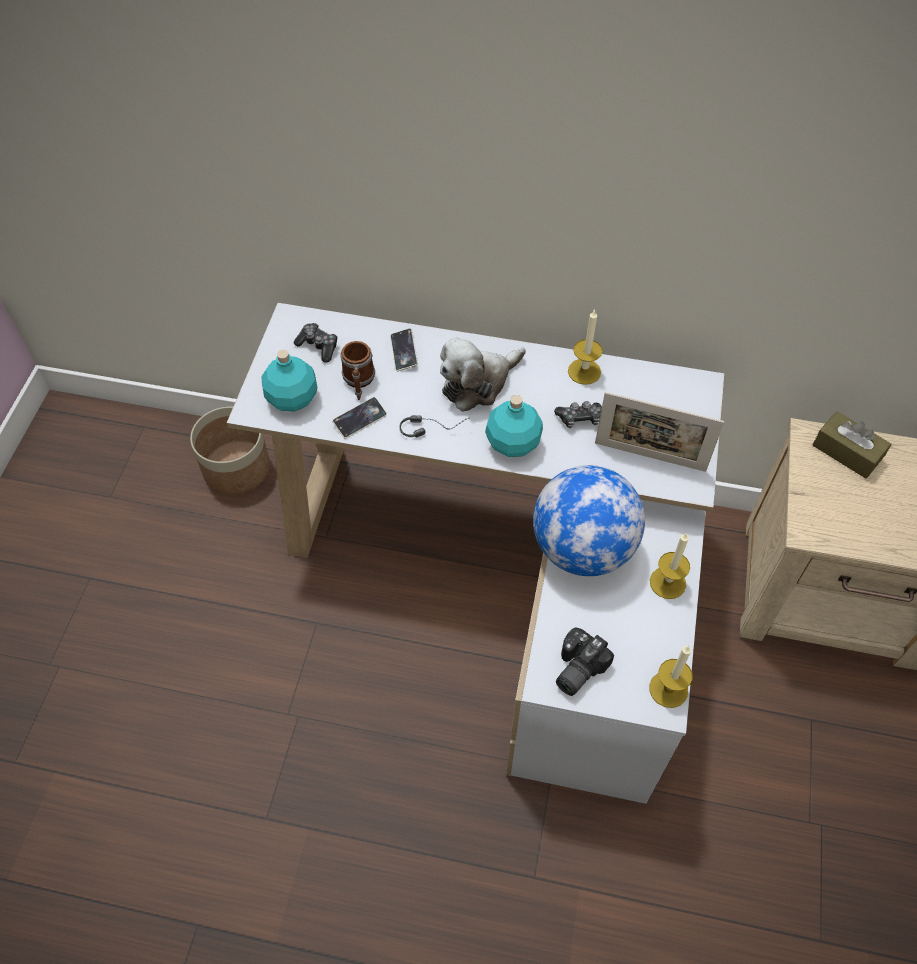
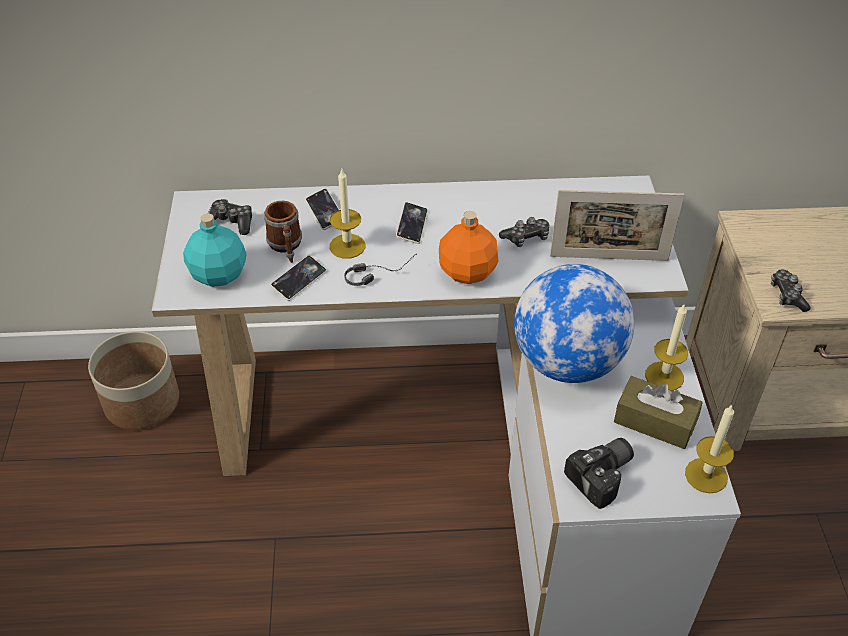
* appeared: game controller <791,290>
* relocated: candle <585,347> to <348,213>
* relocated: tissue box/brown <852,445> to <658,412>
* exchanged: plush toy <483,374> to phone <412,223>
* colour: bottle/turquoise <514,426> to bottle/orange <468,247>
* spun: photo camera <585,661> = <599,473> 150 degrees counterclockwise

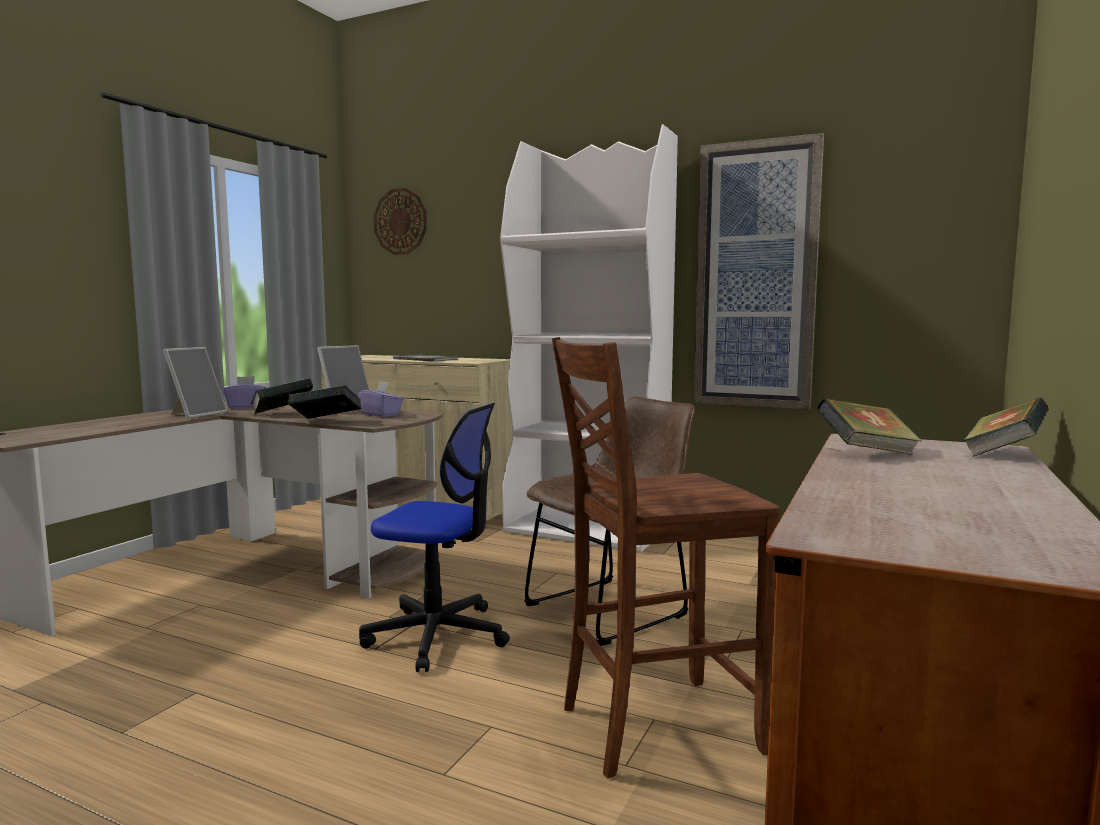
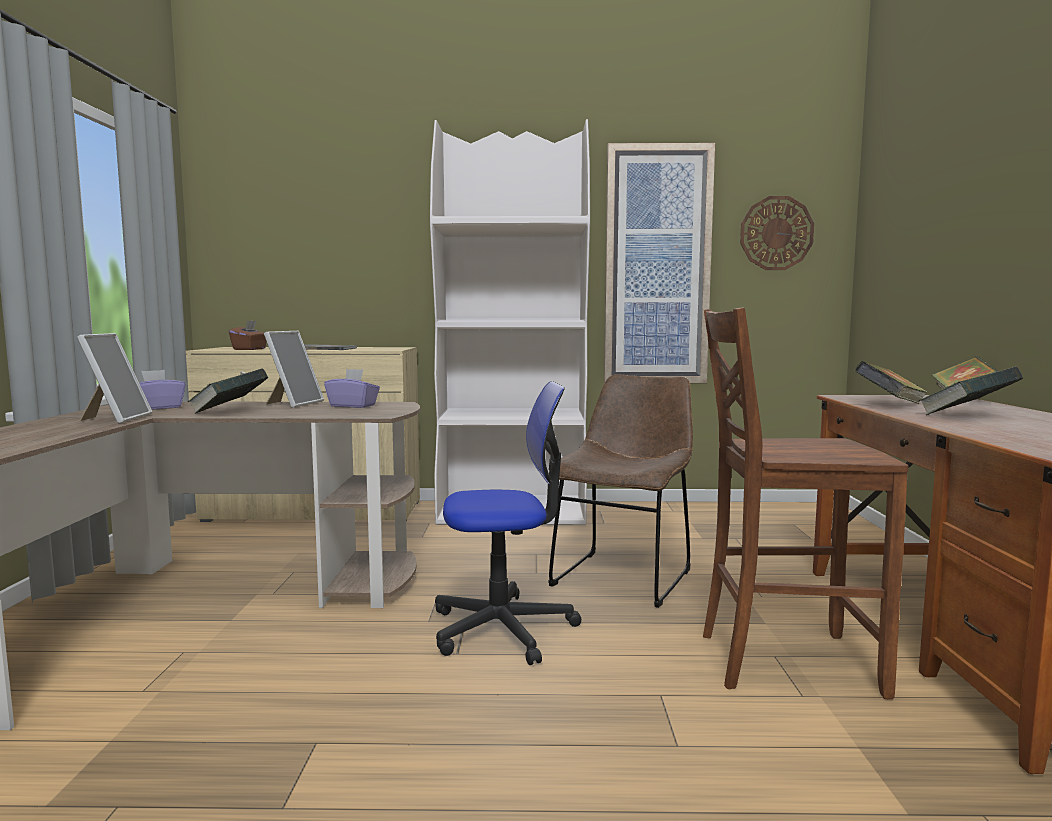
* appeared: tissue box/brown <248,335>
* relocated: book <324,402> to <970,391>
* relocated: wall clock <400,221> to <777,233>
* spun: chair/brown <666,558> = <805,503> 45 degrees clockwise

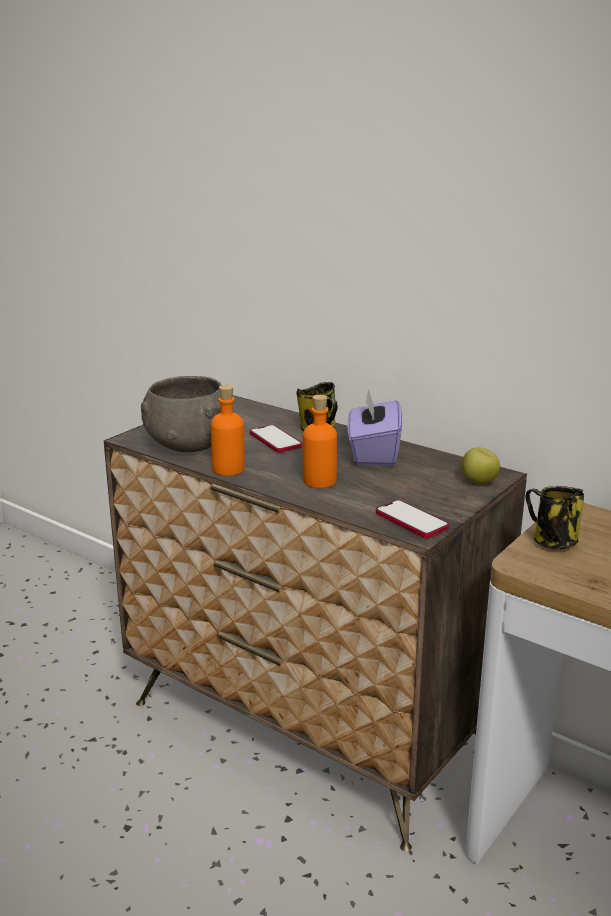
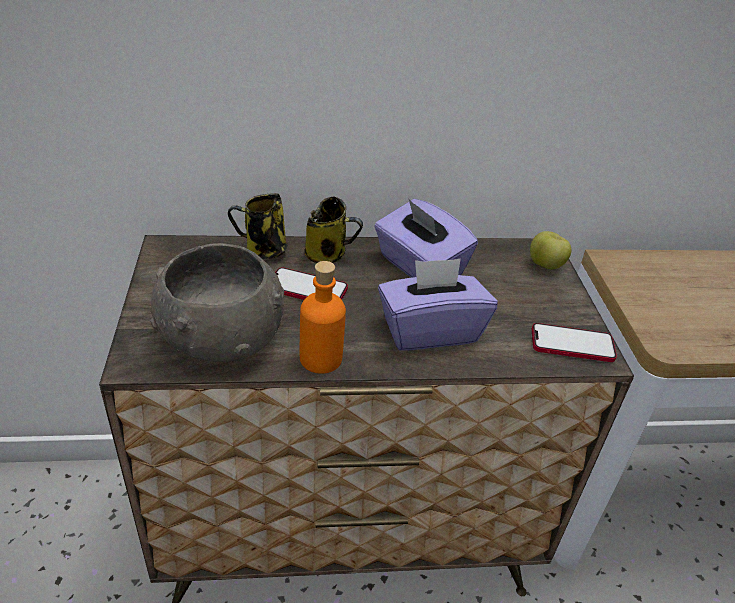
* relocated: mug <554,517> to <258,226>
* exchanged: bottle/orange <320,441> to tissue box/purple <438,305>

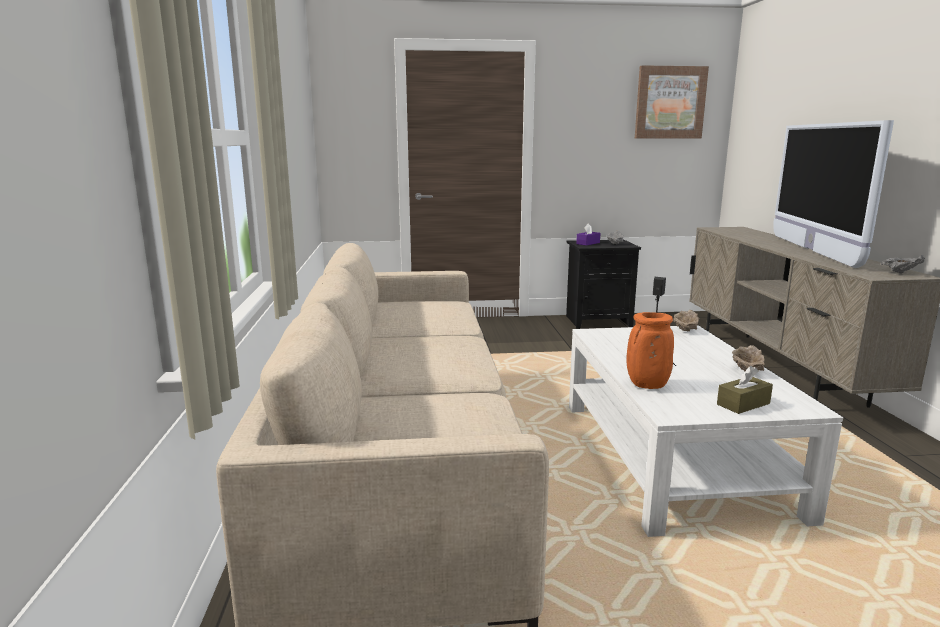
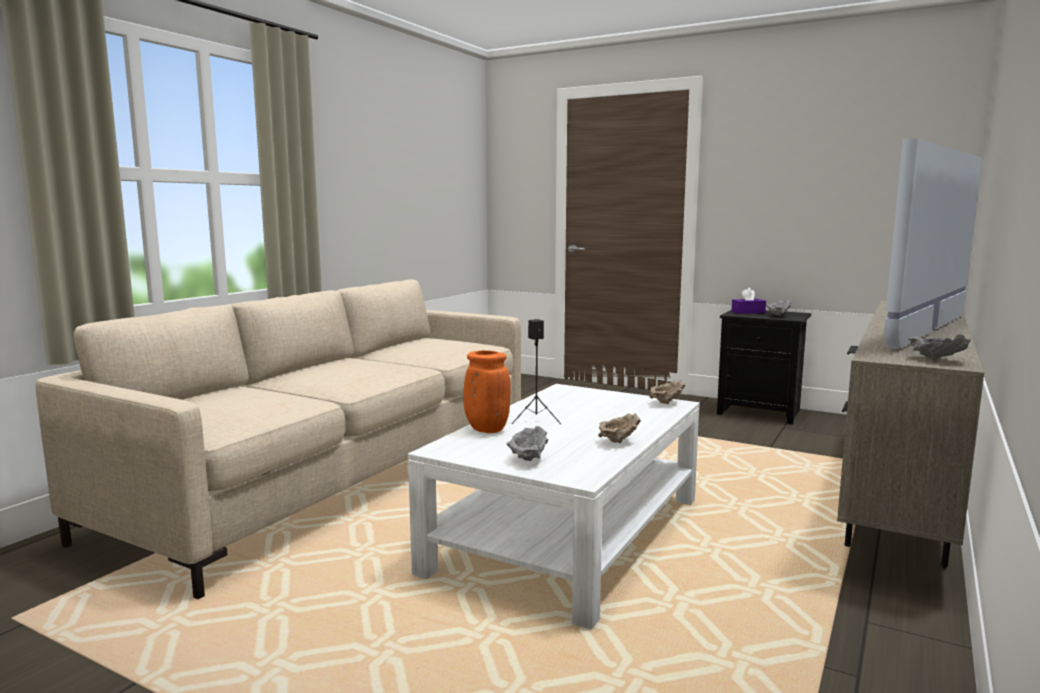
* missing: picture <672,102>
* exchanged: tissue box/brown <745,390> to bowl/grey <527,443>

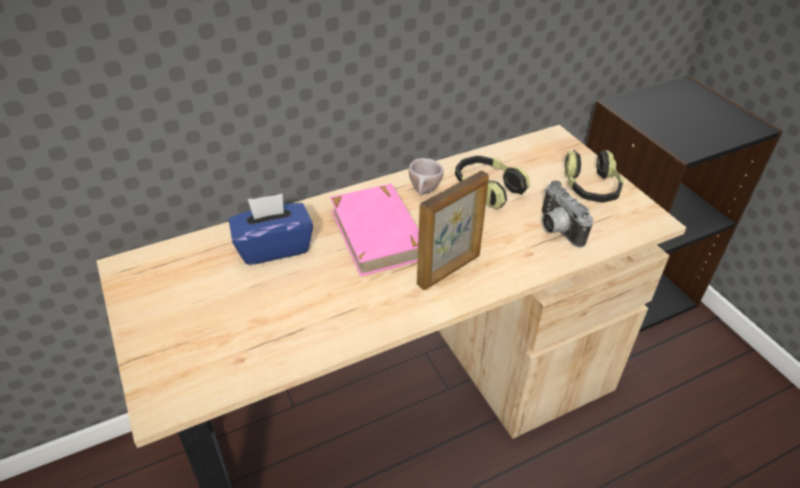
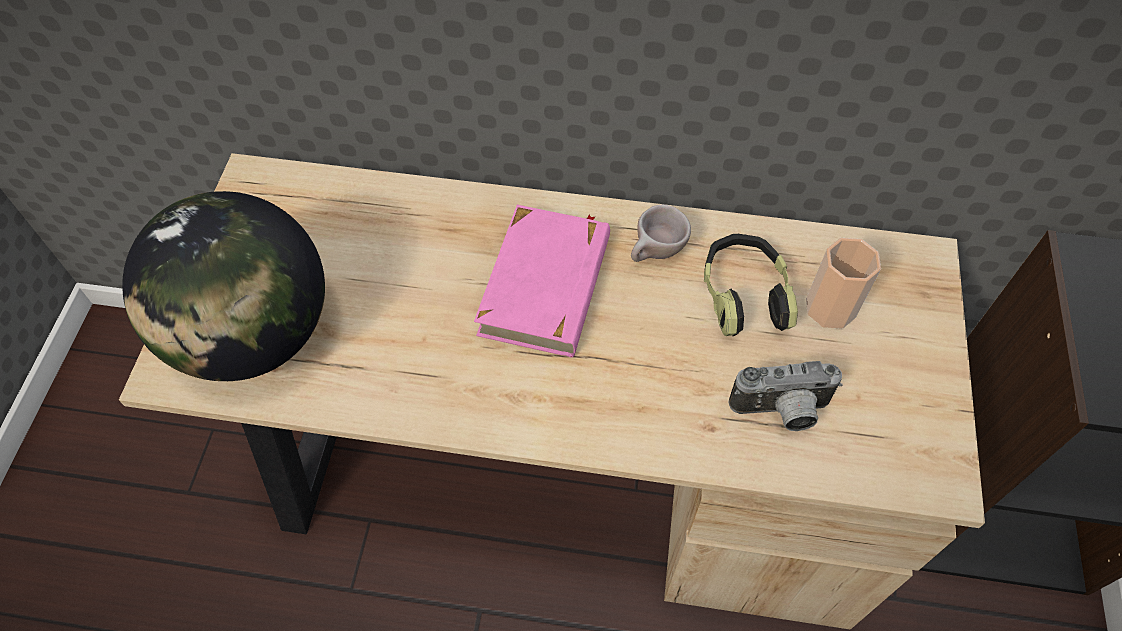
* missing: tissue box/blue <271,229>
* missing: picture frame <453,230>
* missing: headphones <593,176>
* appeared: globe <223,286>
* appeared: cup <843,283>
* spun: photo camera <567,213> = <785,396> 105 degrees counterclockwise

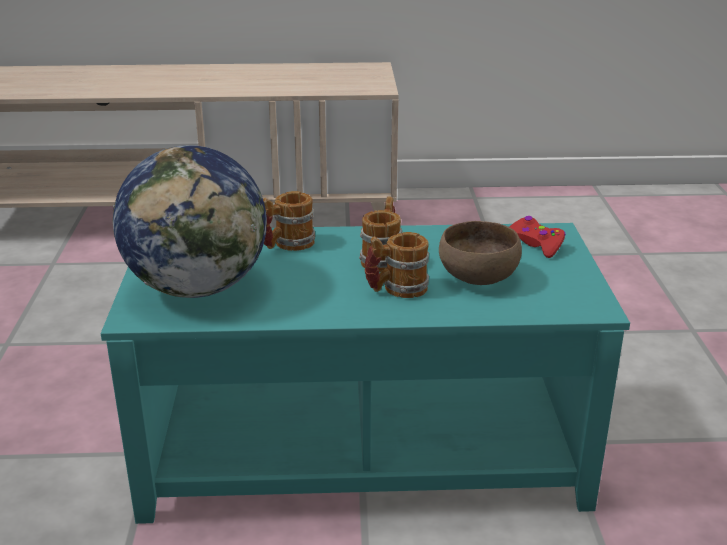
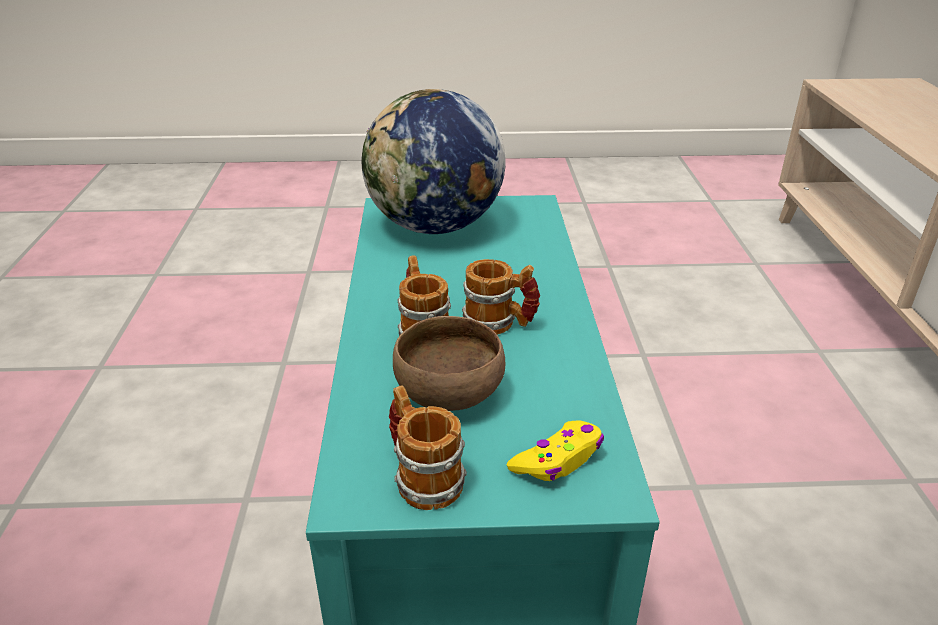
* relocated: mug <289,221> to <428,447>
* colour: game controller/red <537,237> to game controller/yellow <555,450>

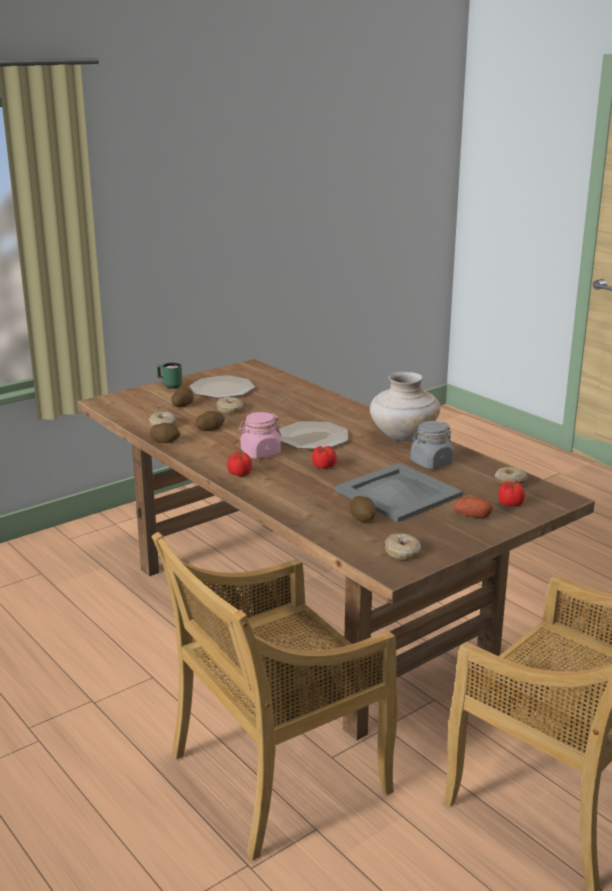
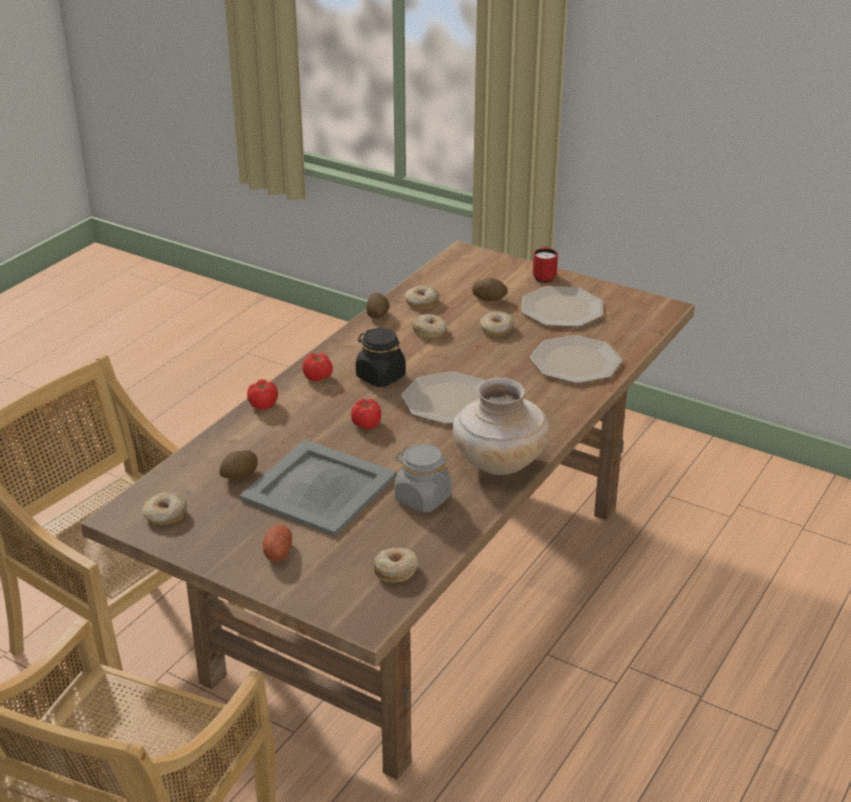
* appeared: plate <576,359>
* relocated: tomato <511,494> to <262,394>
* exchanged: potato <210,421> to donut <429,326>
* colour: mug/green <169,375> to mug/red <545,264>
* colour: jar/pink <259,435> to jar/black <381,357>

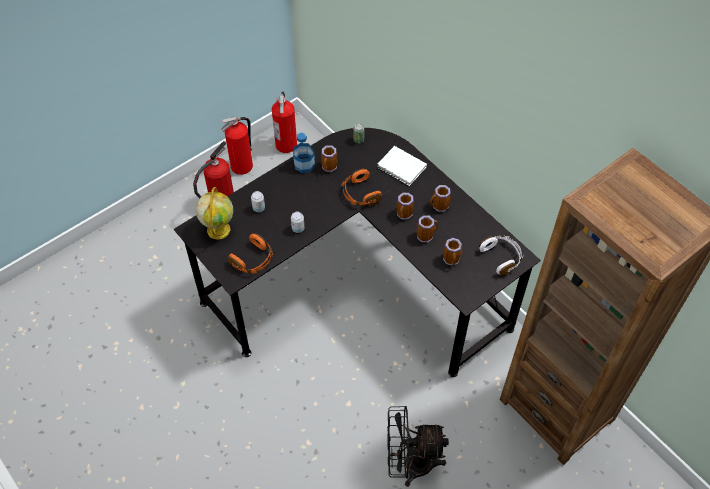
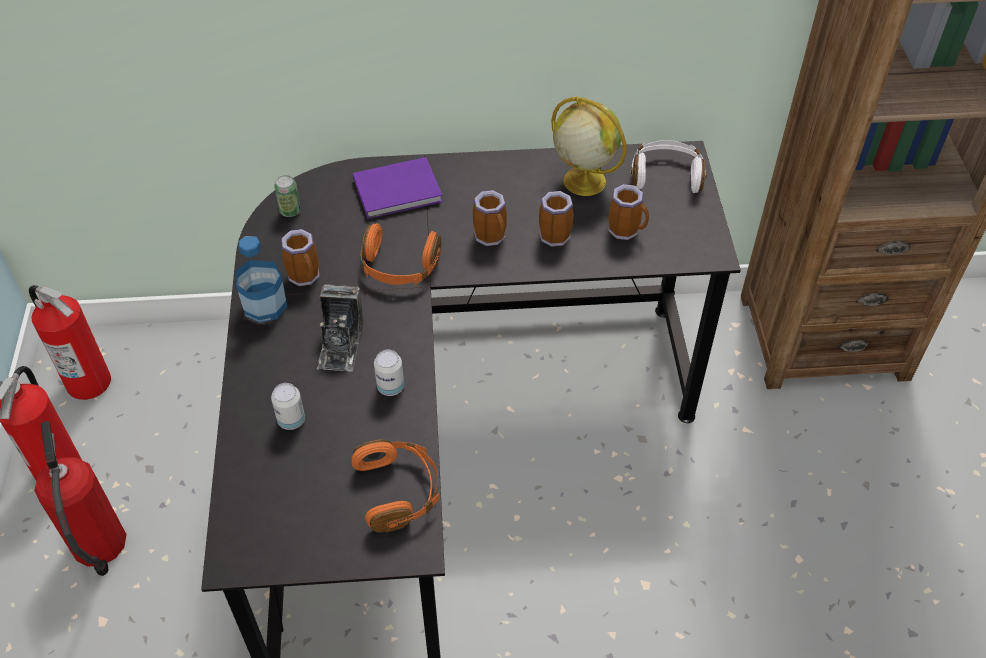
* missing: fan/black <418,446>
* missing: mug <440,198>
* appeared: photo camera <340,327>
* relocated: globe <214,213> to <589,146>
* colour: book/white <402,166> to book/purple <398,188>

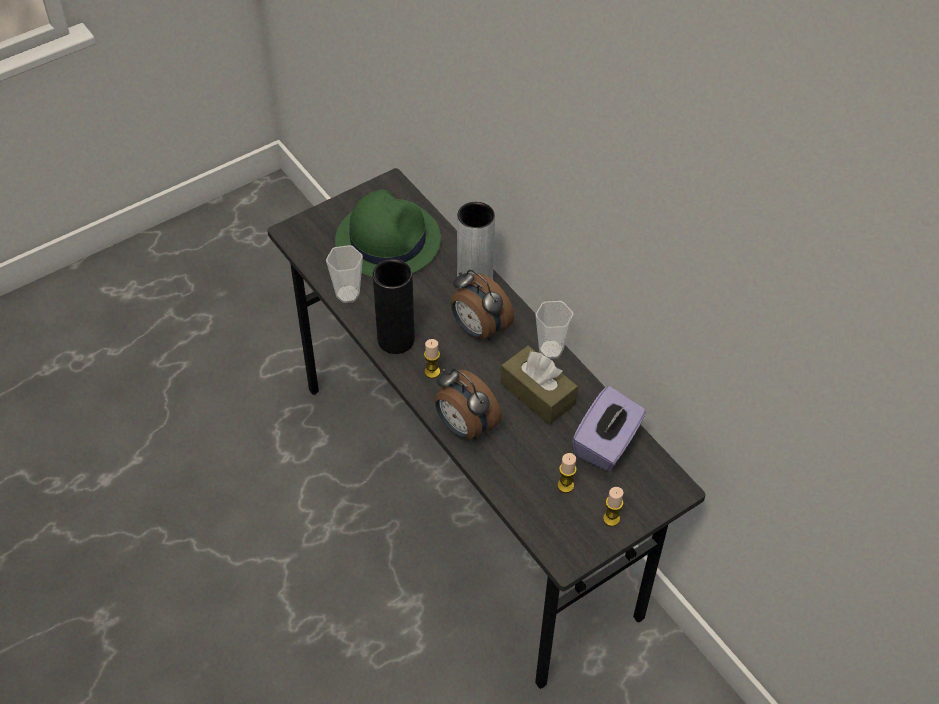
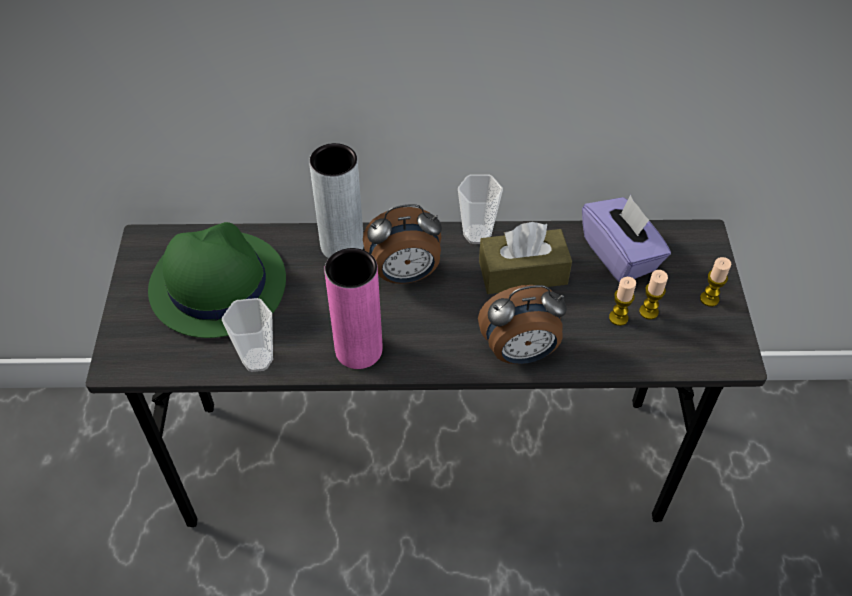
* relocated: candle <432,358> to <622,301>
* colour: vase/black <394,306> to vase/pink <353,308>

